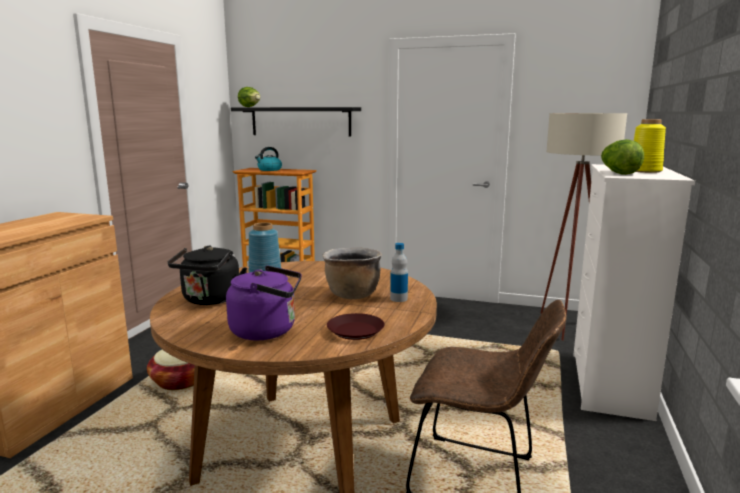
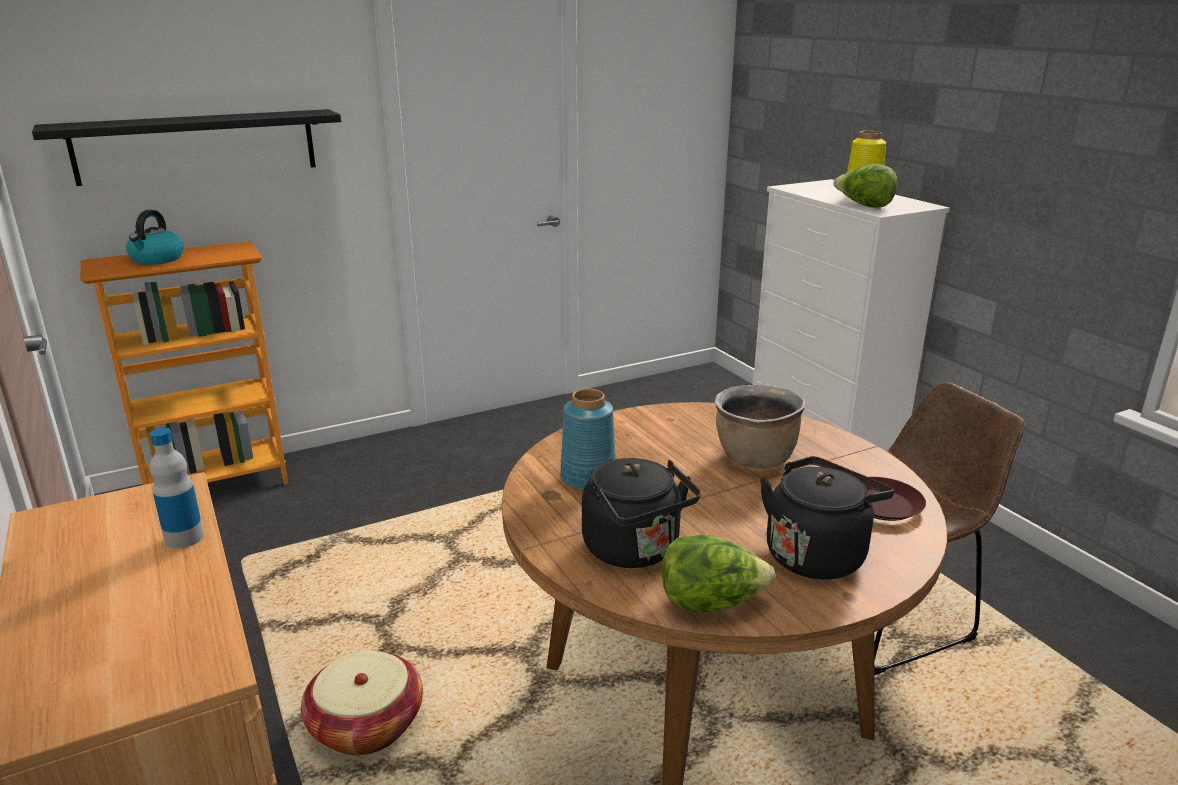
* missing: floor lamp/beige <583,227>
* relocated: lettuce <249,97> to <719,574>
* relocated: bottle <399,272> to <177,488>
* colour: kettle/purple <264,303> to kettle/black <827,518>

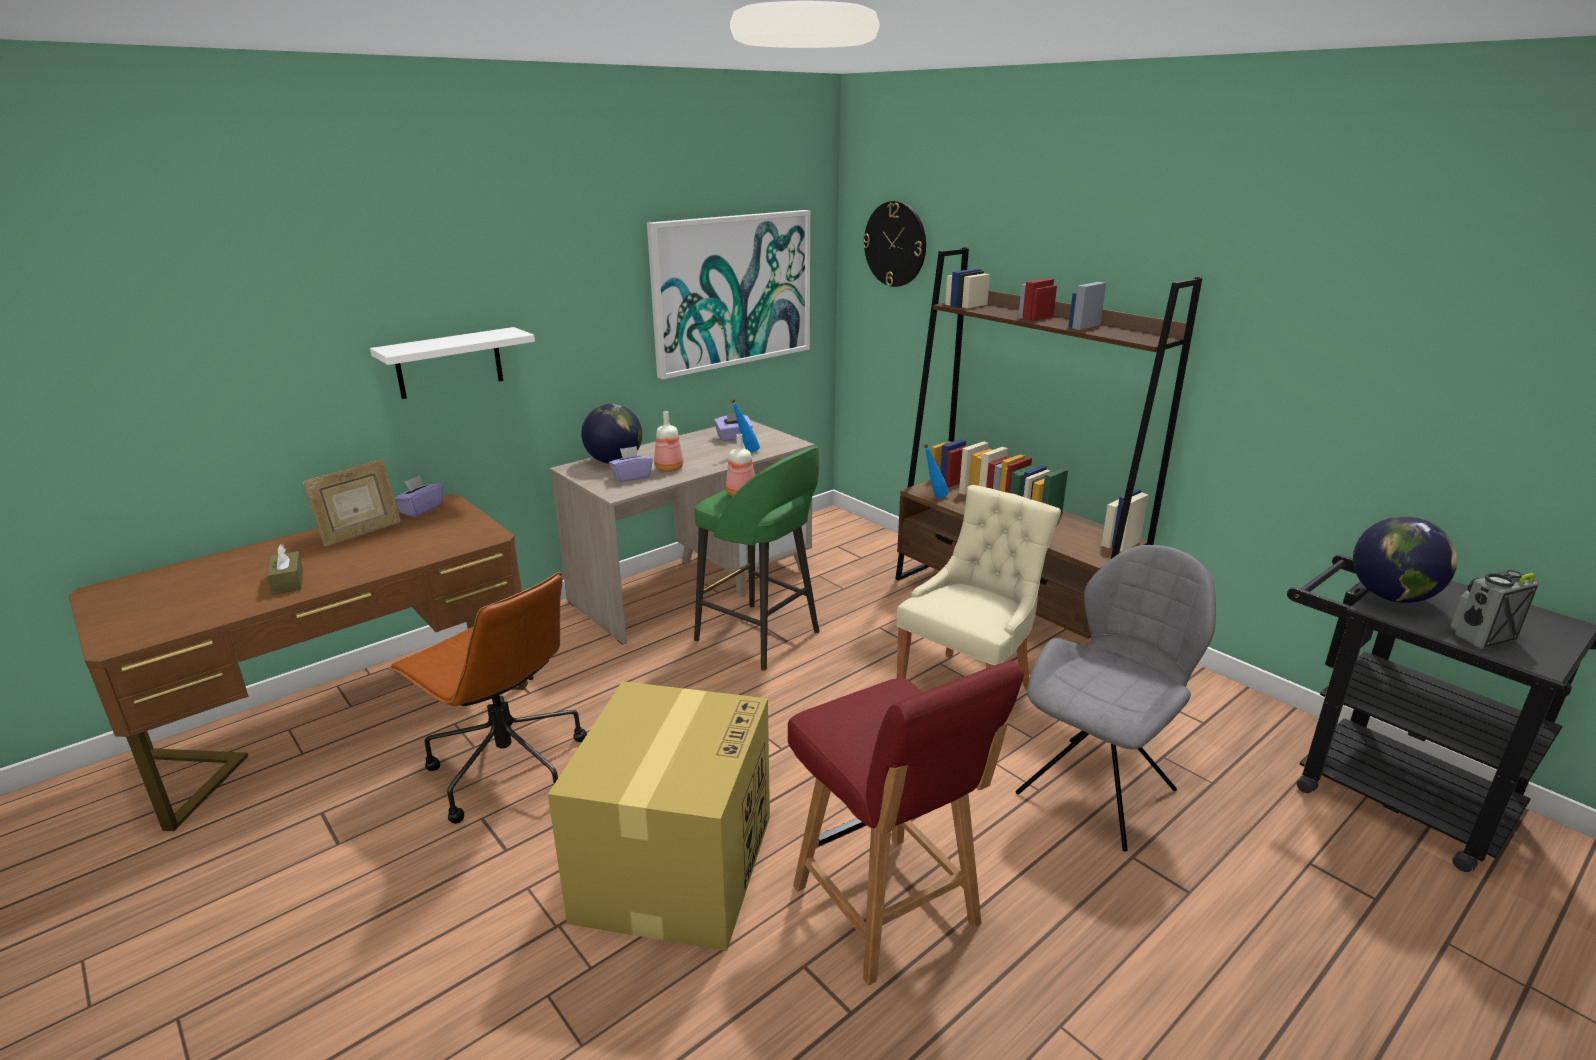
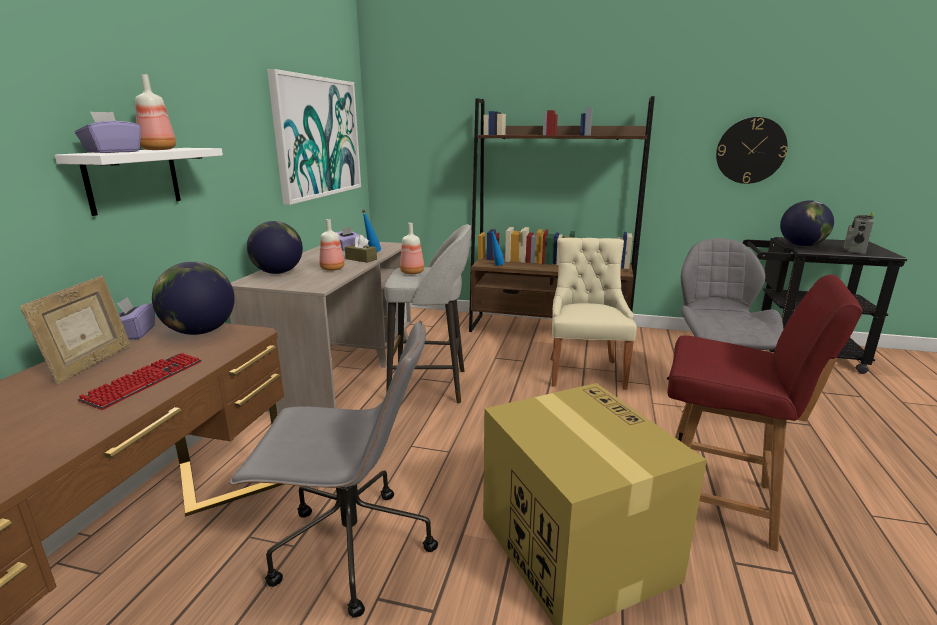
* appeared: keyboard <139,381>
* appeared: bottle <155,112>
* appeared: globe <193,298>
* relocated: tissue box/brown <285,569> to <361,249>
* relocated: tissue box/purple <631,464> to <108,132>
* relocated: wall clock <894,244> to <752,150>
* colour: office chair/brown <487,698> to office chair/grey <333,468>
* colour: stool/green <757,558> to stool/grey <427,314>

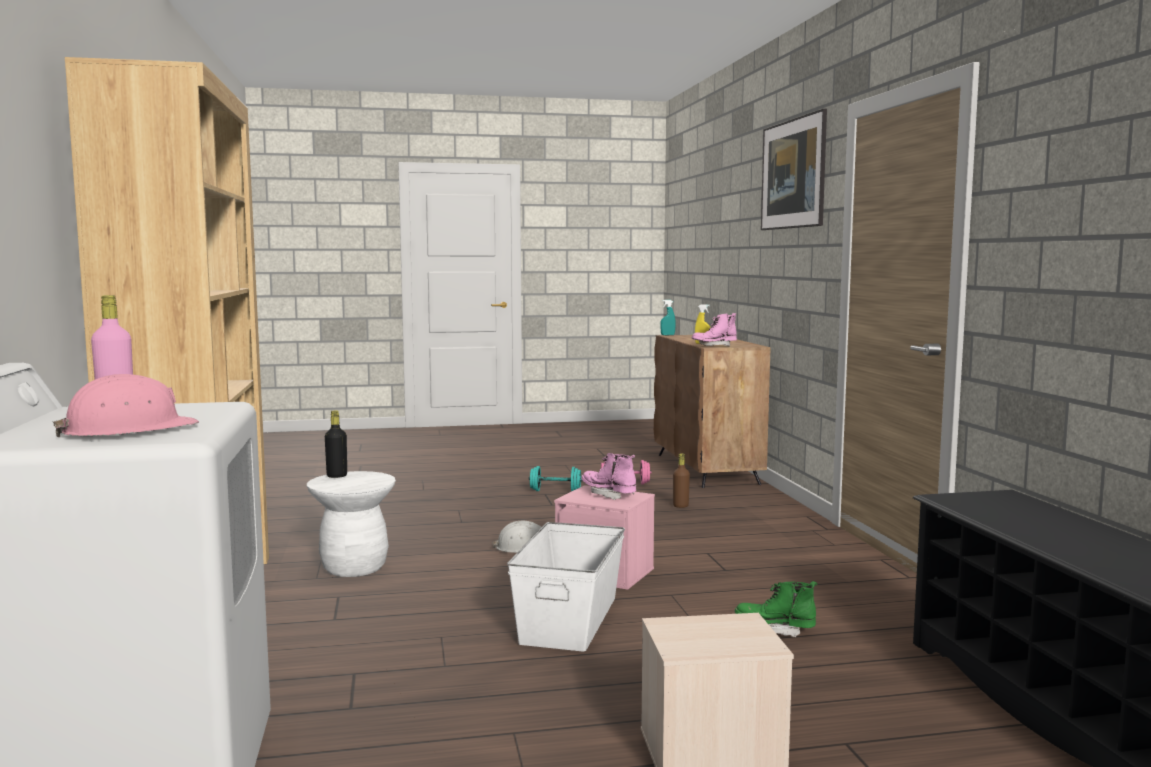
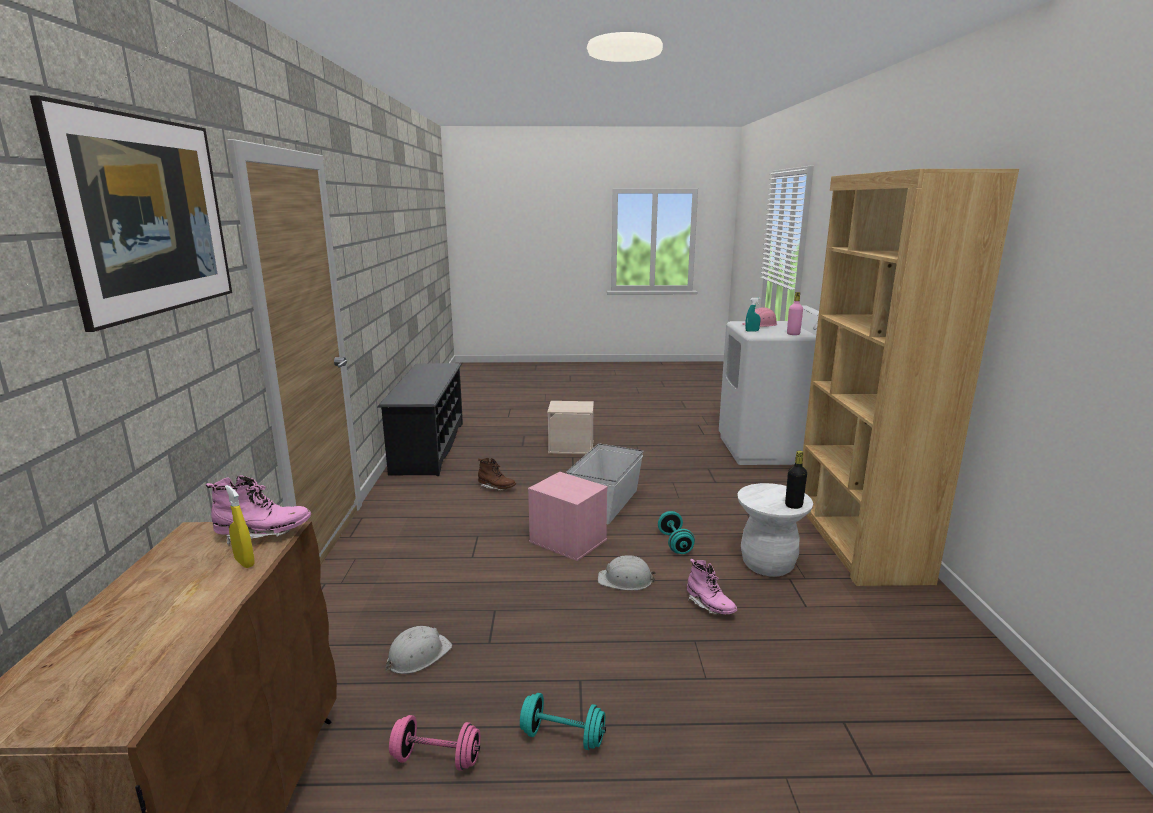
* appeared: dumbbell/turquoise <676,532>
* relocated: boot/pink <608,476> to <712,586>
* relocated: spray bottle/turquoise <668,317> to <753,315>
* exchanged: bottle/brown <681,480> to hard hat/white <419,650>
* colour: boot/green <776,609> to boot/brown <497,474>

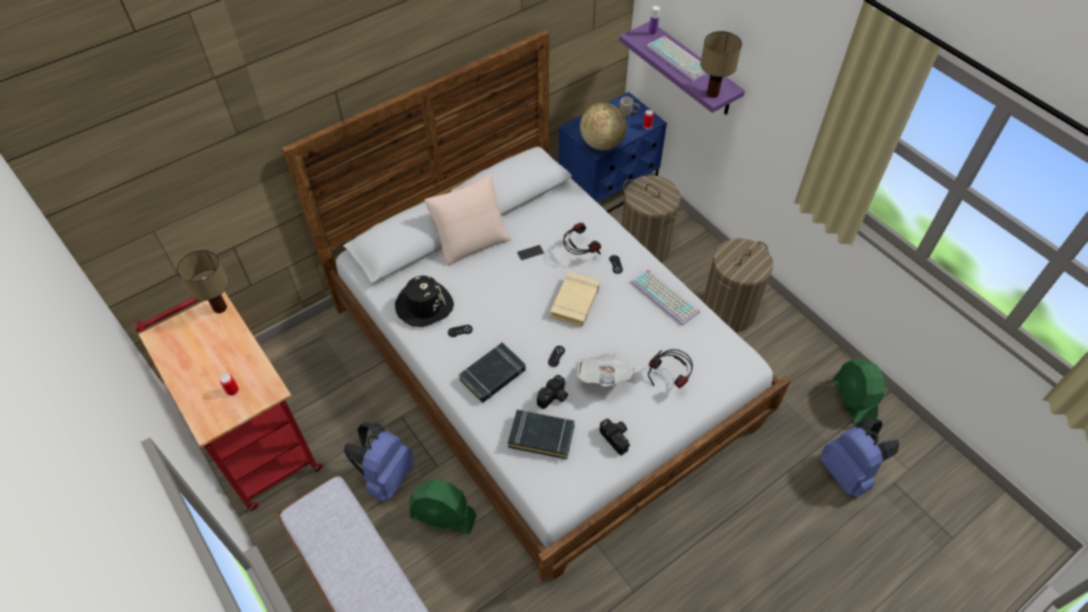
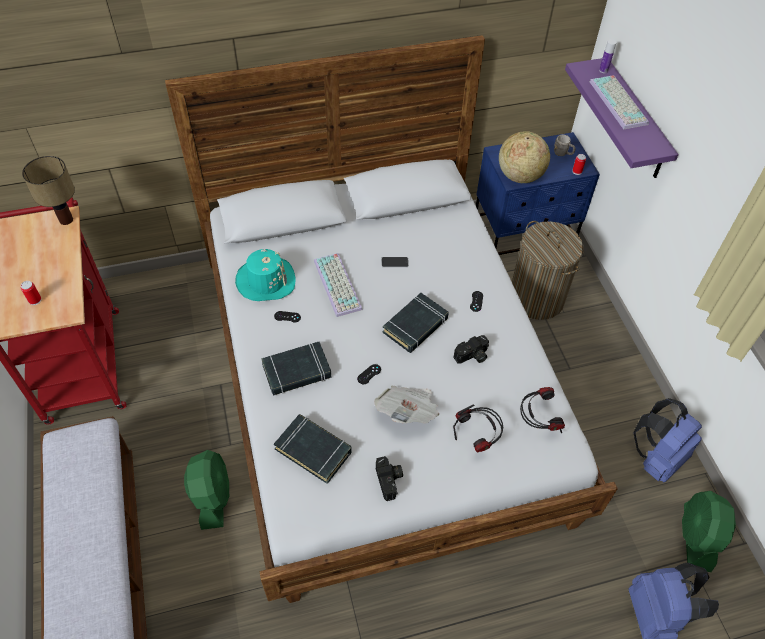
* missing: pillow/beige <468,220>
* missing: table lamp <721,64>
* missing: laundry basket <737,285>
* relocated: backpack/blue <379,462> to <668,440>
* relocated: photo camera <552,392> to <471,349>
* relocated: headphones <582,239> to <542,410>
* relocated: keyboard <665,297> to <338,285>
* colour: hat/black <424,301> to hat/turquoise <265,275>
* colour: book/beige <575,299> to book/black <416,323>
* spun: fan/green <443,506> = <206,490> 135 degrees counterclockwise

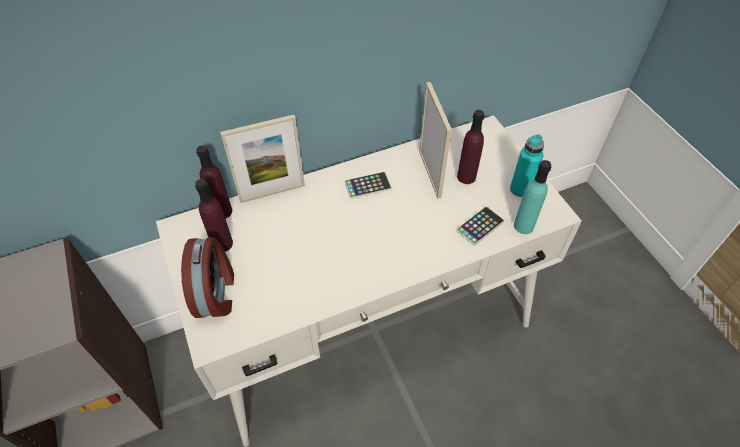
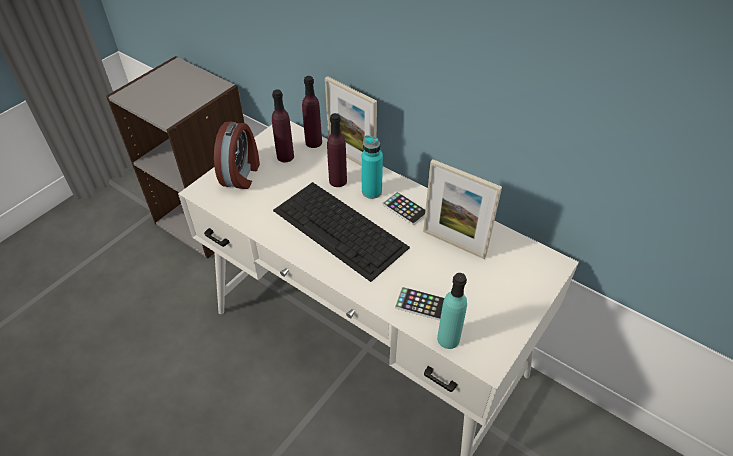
* appeared: keyboard <341,232>
* relocated: bottle/purple <471,147> to <337,150>
* relocated: bottle/turquoise <527,165> to <372,167>
* spun: alarm clock <207,277> = <237,155> 45 degrees counterclockwise
* spun: picture frame <435,140> = <462,209> 75 degrees clockwise

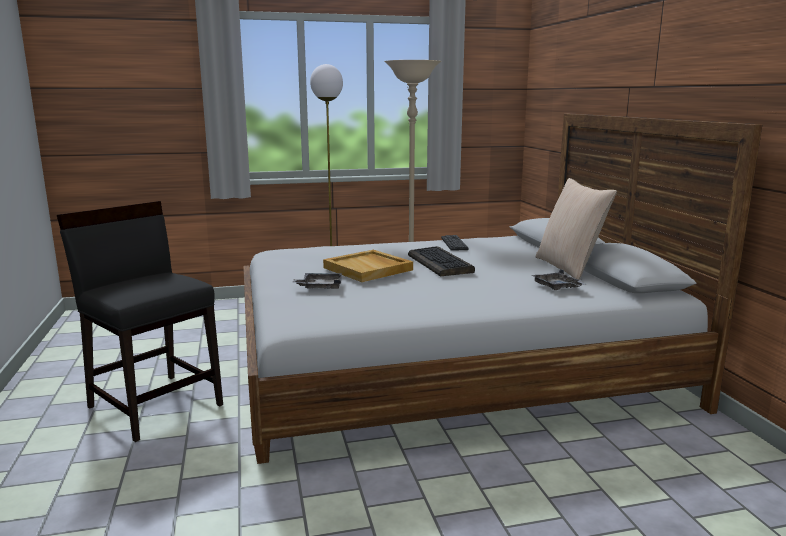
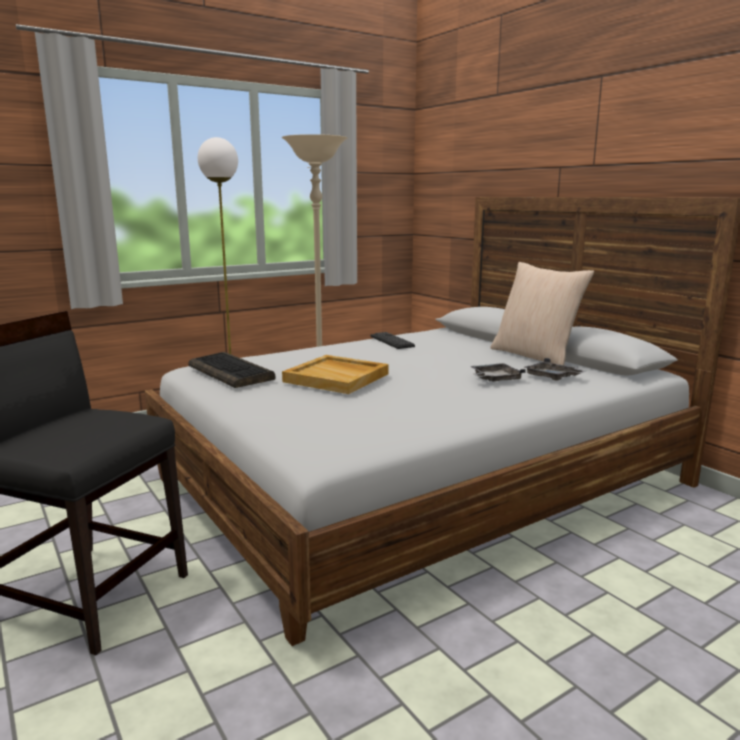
* relocated: tray/grey <317,281> to <498,372>
* relocated: keyboard <441,261> to <232,370>

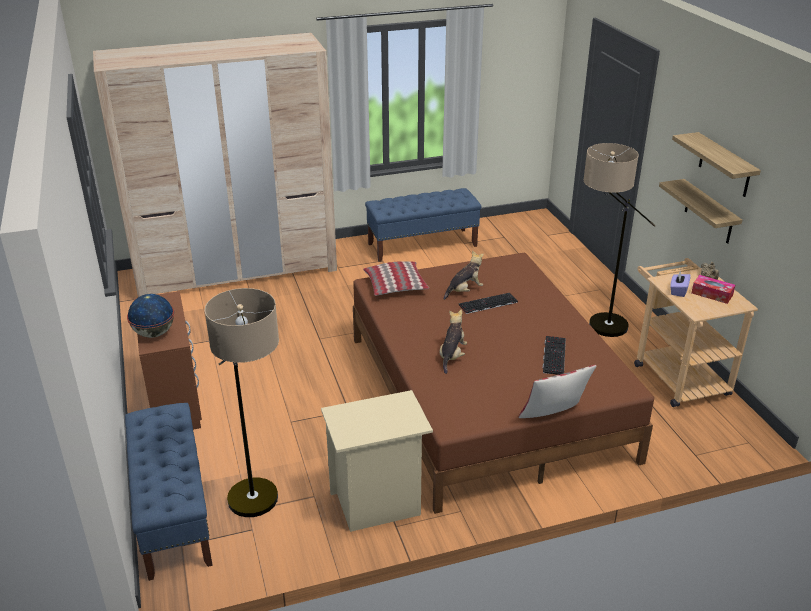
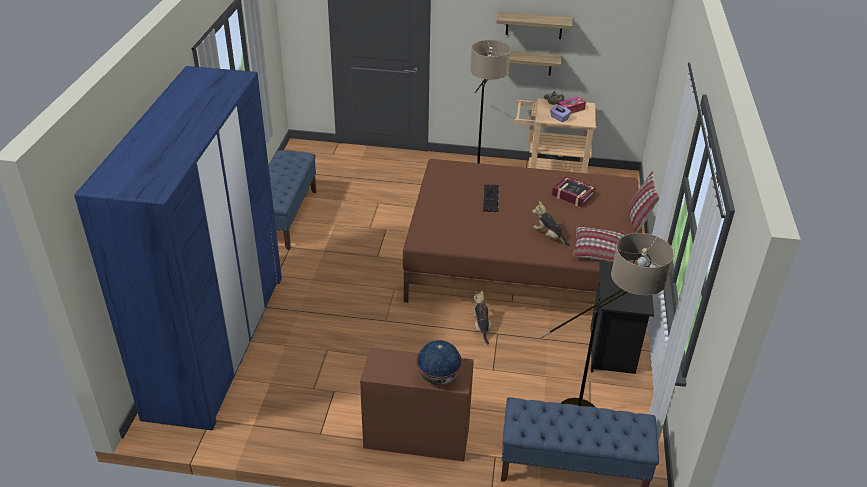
* relocated: pillow <396,278> to <599,243>
* relocated: plush toy <464,275> to <483,317>
* exchanged: keyboard <554,355> to book <574,191>
* colour: wardrobe/beige <215,165> to wardrobe/blue <178,248>
* colour: nightstand/beige <377,461> to nightstand/black <622,317>

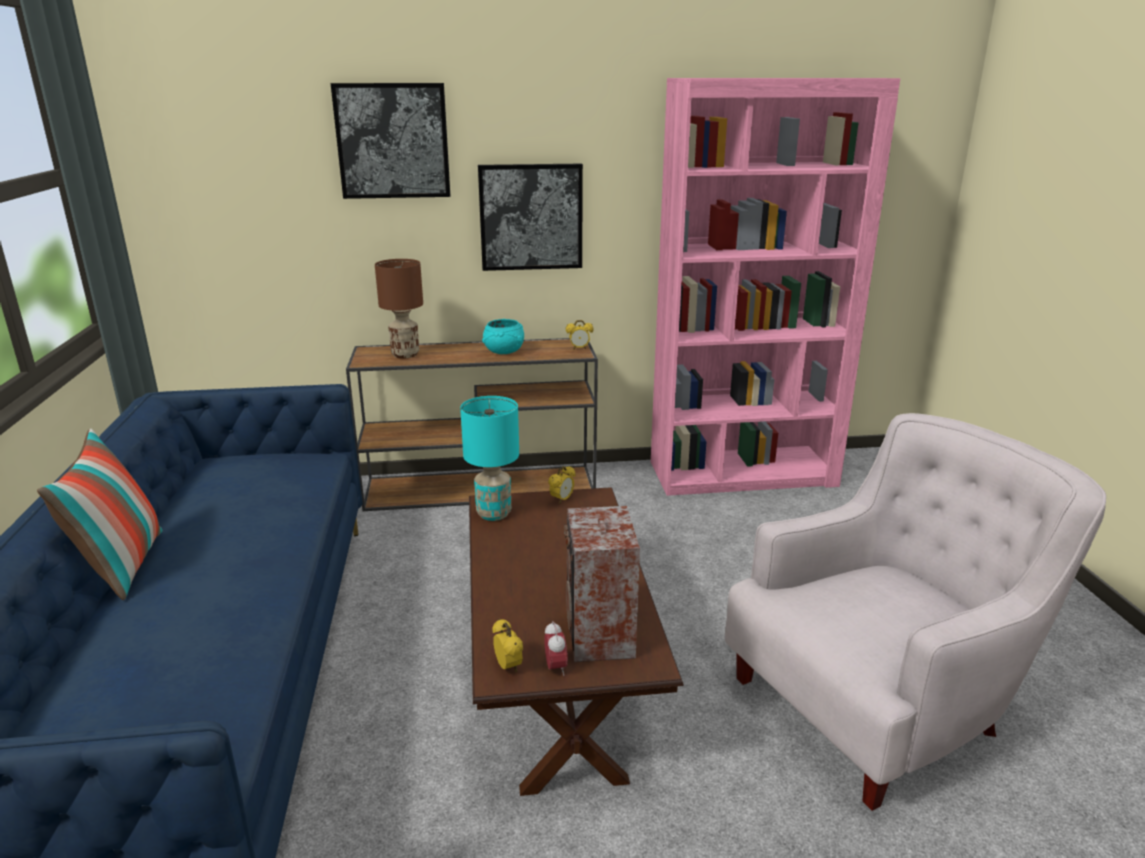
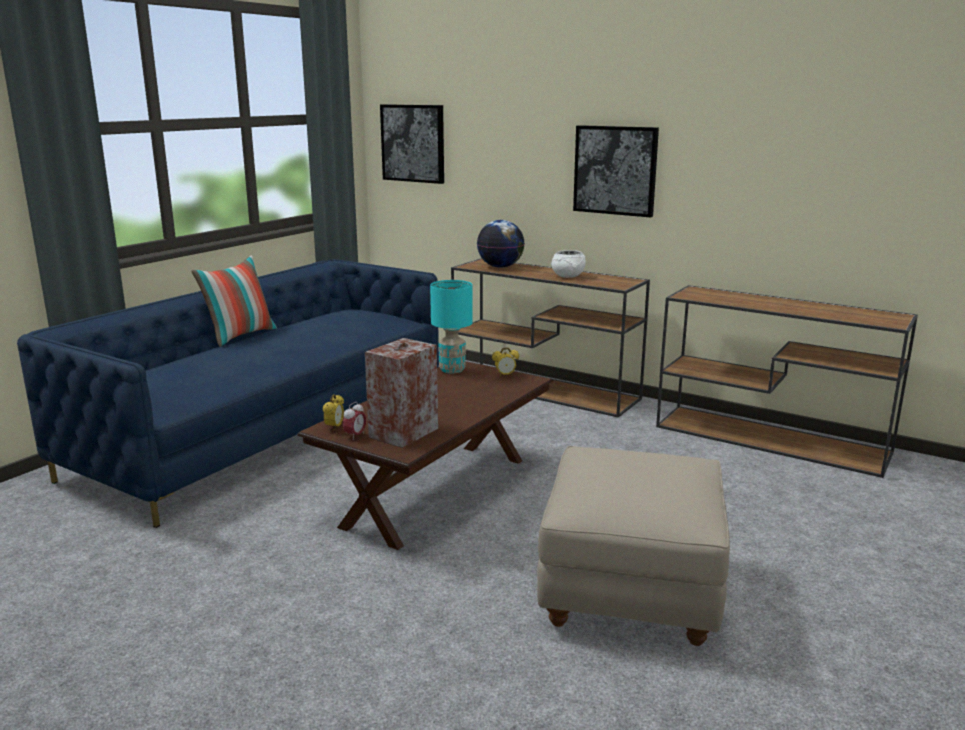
* missing: alarm clock <580,334>
* relocated: picture <390,141> to <412,144>
* exchanged: table lamp/brown <399,309> to globe <501,244>
* exchanged: bookcase/pink <775,287> to console table/brown <787,381>
* exchanged: armchair/white <915,612> to ottoman/beige <633,546>
* colour: bowl/turquoise <503,336> to bowl/white <568,264>

